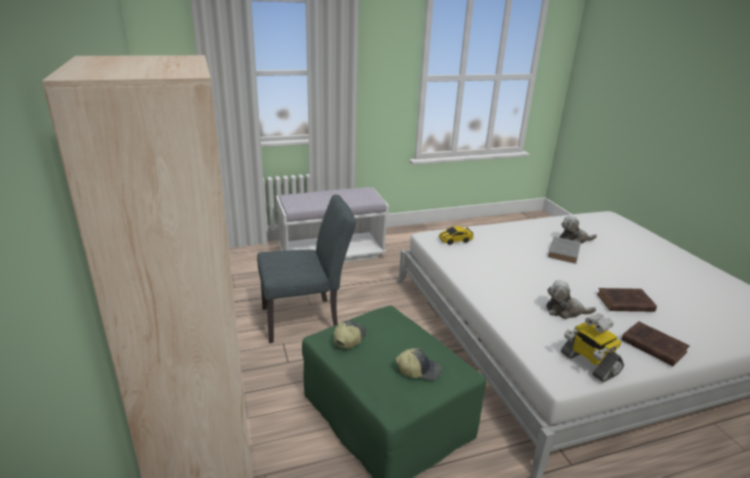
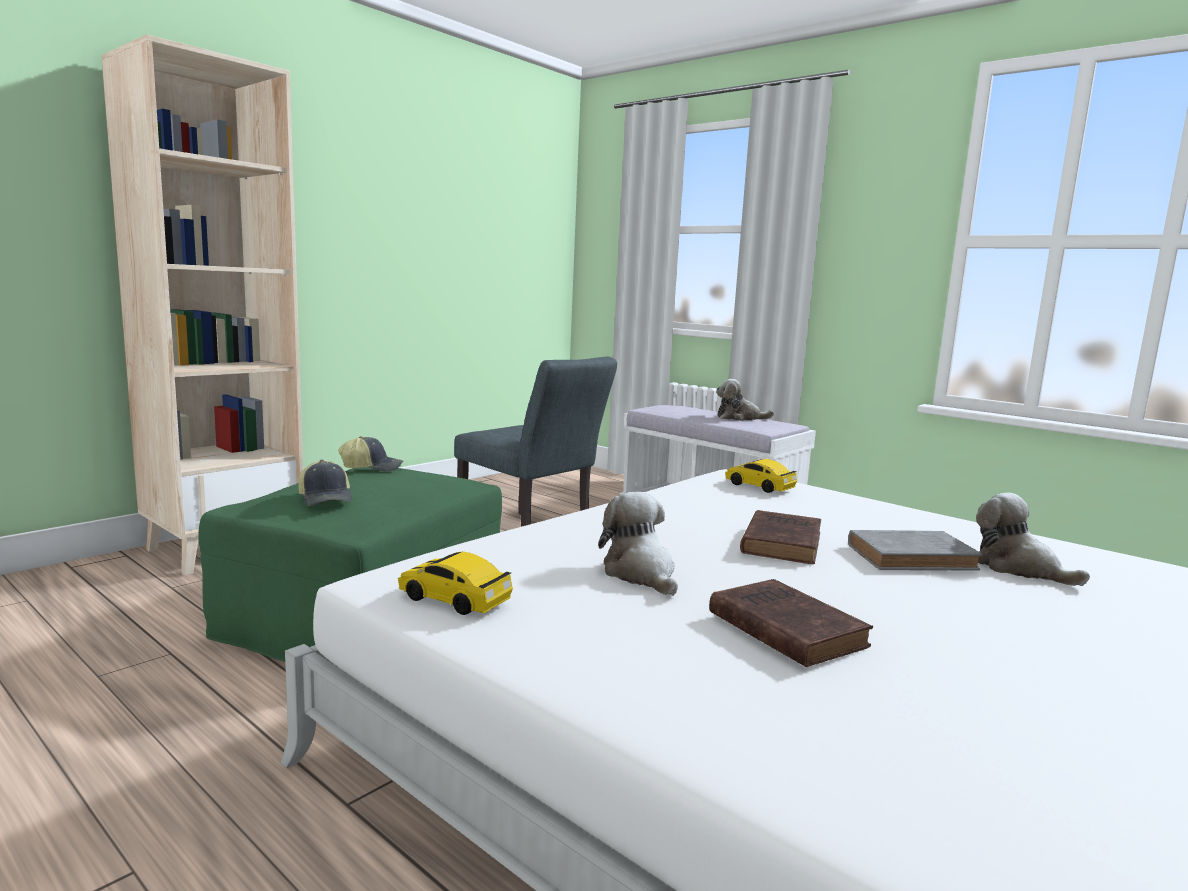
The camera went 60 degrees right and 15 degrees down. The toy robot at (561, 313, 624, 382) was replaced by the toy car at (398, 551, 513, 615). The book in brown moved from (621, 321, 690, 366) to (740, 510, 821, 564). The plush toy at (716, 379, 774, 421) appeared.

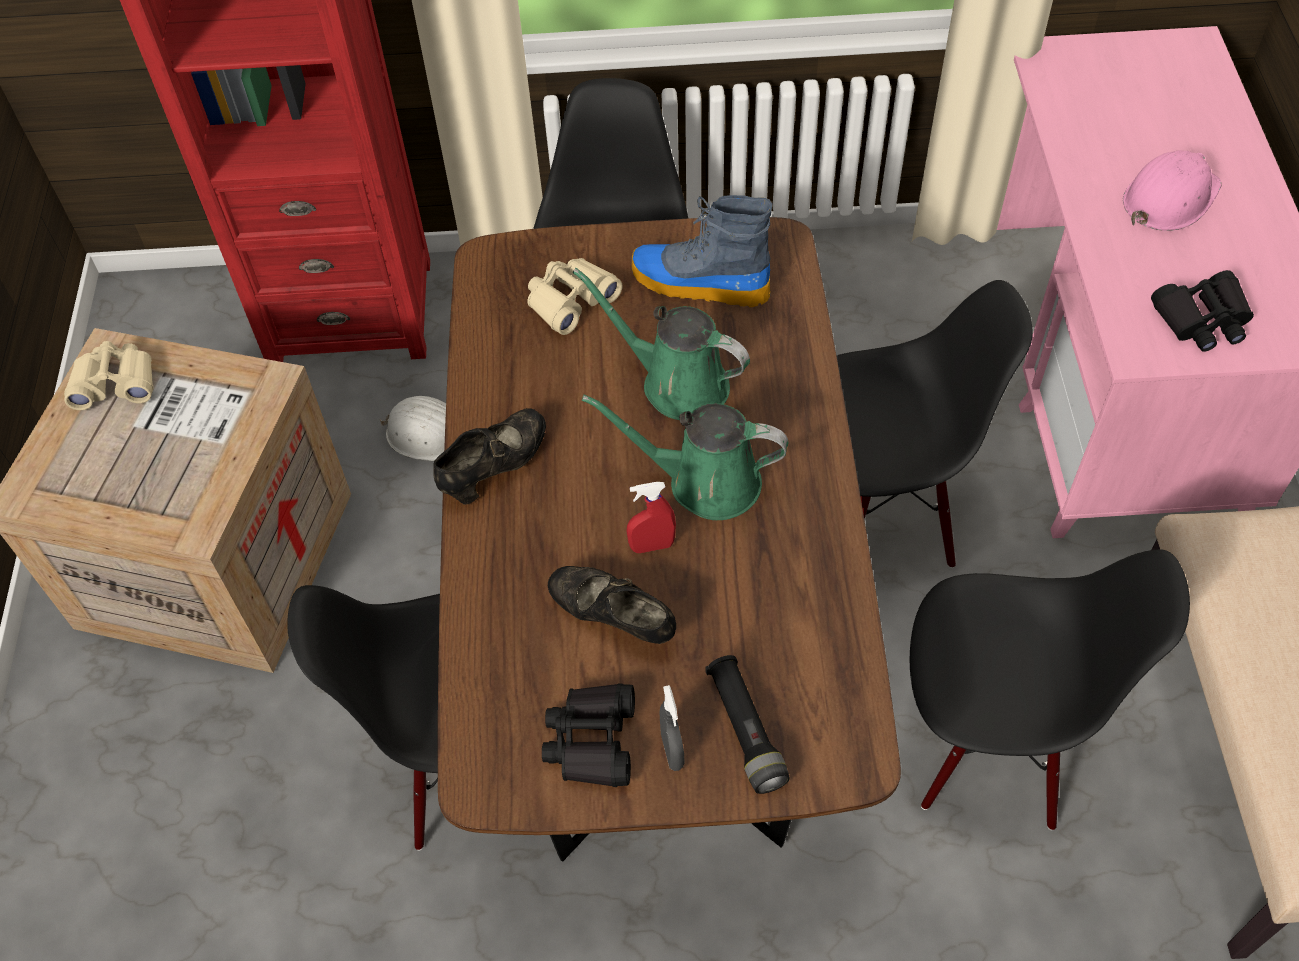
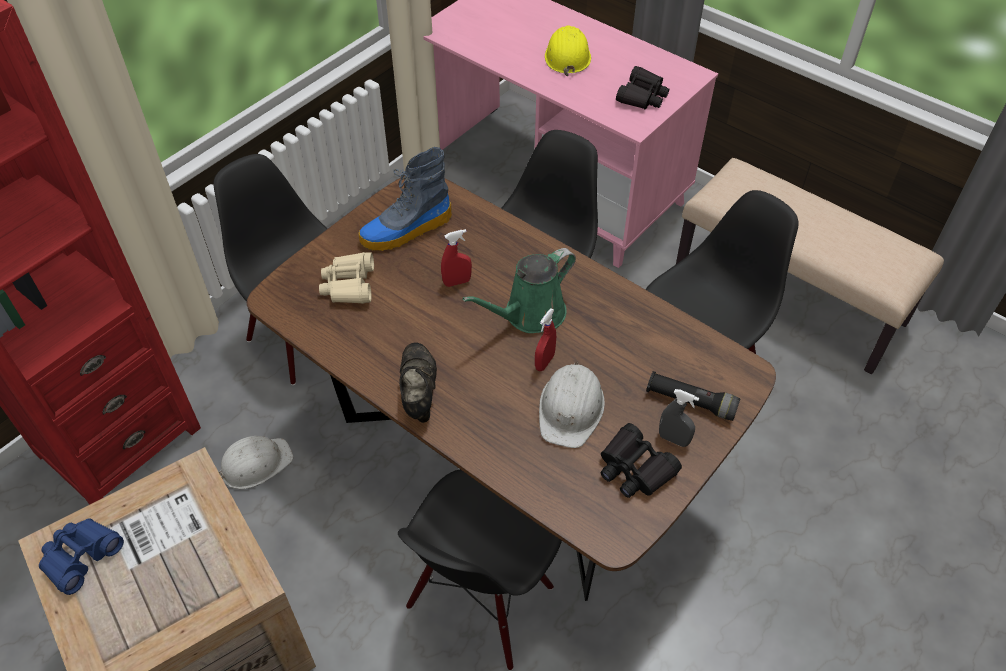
The camera went 50 degrees left and 5 degrees down. The binoculars in beige at (64, 341, 153, 410) became the binoculars in blue at (39, 518, 124, 595). The shoe in black at (548, 566, 676, 644) was replaced by the hard hat in white at (539, 362, 605, 448). The watering can in green at (572, 268, 750, 420) was replaced by the spray bottle in red at (441, 229, 472, 287). The hard hat in pink at (1123, 150, 1222, 231) became the hard hat in yellow at (545, 26, 591, 76).

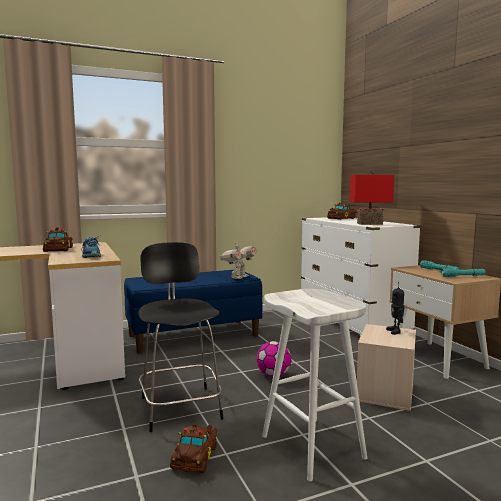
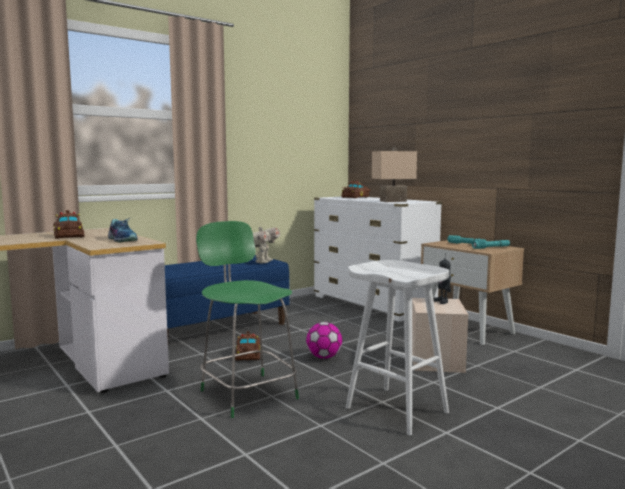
The camera went 15 degrees left and 0 degrees up. The chair in black at (138, 242, 223, 432) became the chair in green at (196, 221, 299, 418). The toy car in brown moved from (170, 423, 217, 473) to (235, 331, 260, 361). The table lamp in red at (349, 171, 394, 225) became the table lamp in beige at (372, 148, 417, 202).

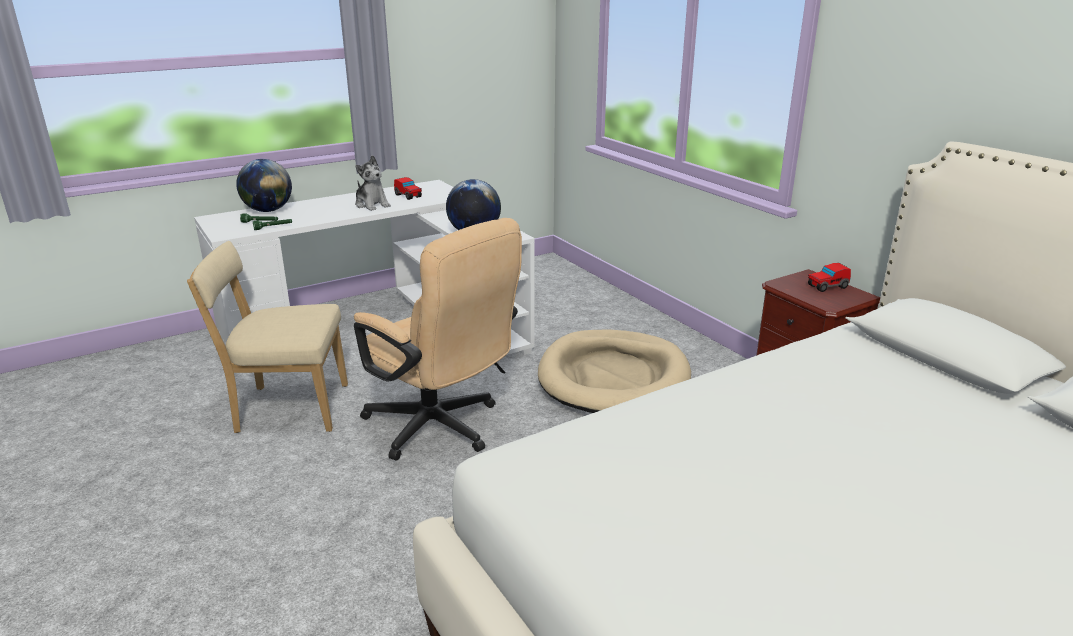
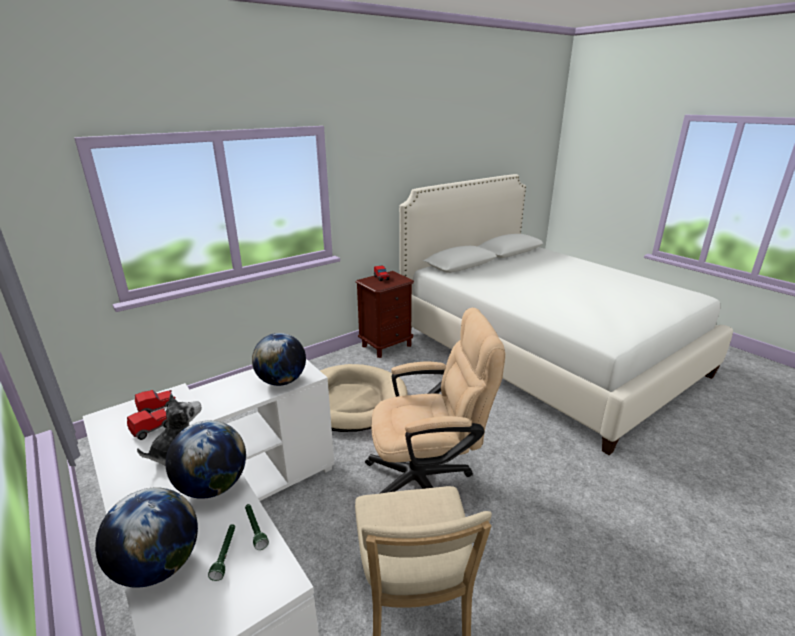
The camera went 95 degrees left and 0 degrees up. The office chair in beige at (354, 218, 522, 460) turned 45 degrees clockwise. The toy car at (135, 390, 176, 413) appeared. The globe at (165, 420, 246, 499) appeared.

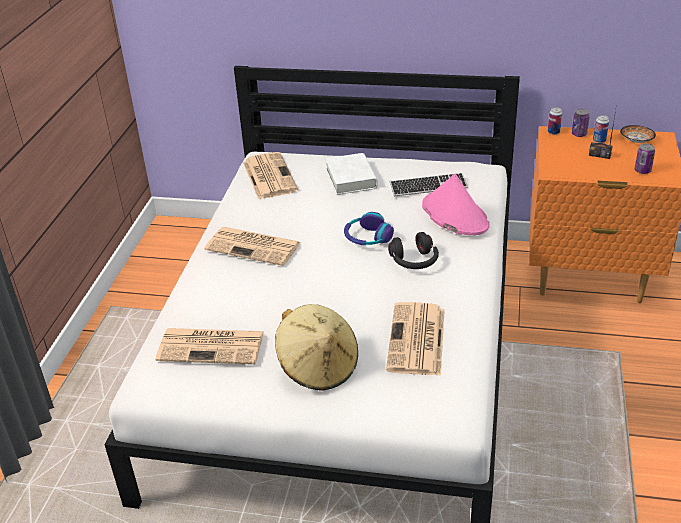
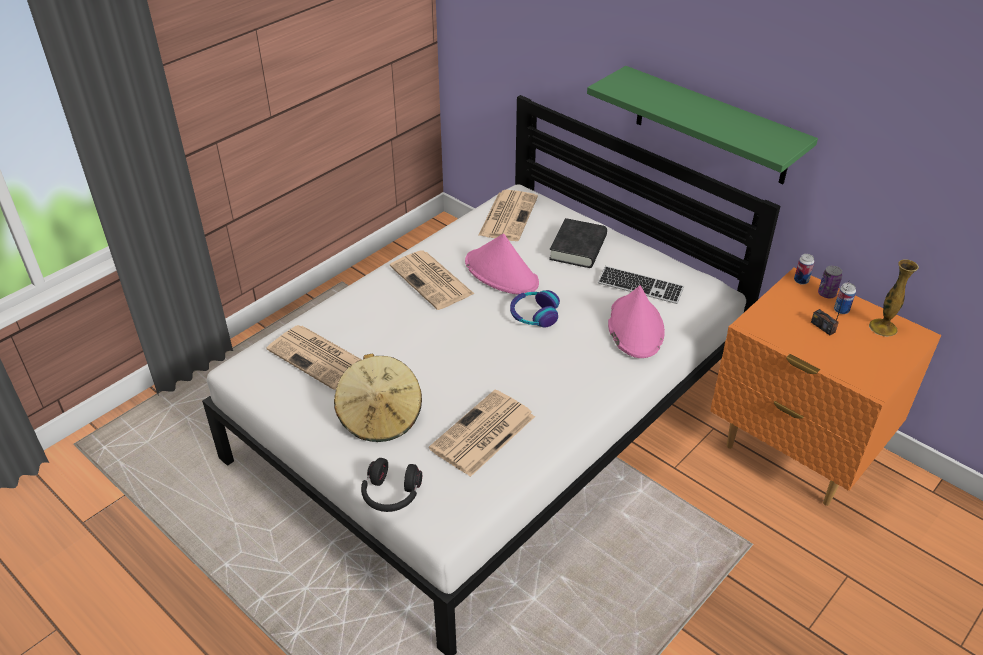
The camera went 30 degrees right and 5 degrees up. The book in white at (325, 153, 378, 195) became the book in black at (549, 218, 607, 268). The headphones in black moved from (388, 232, 439, 269) to (361, 458, 422, 512). The bowl at (620, 125, 656, 143) was replaced by the vase at (869, 259, 919, 337). The can at (634, 144, 655, 174) disappeared. The hat in pink at (465, 233, 539, 295) appeared. The shelf in green at (587, 66, 818, 184) appeared.

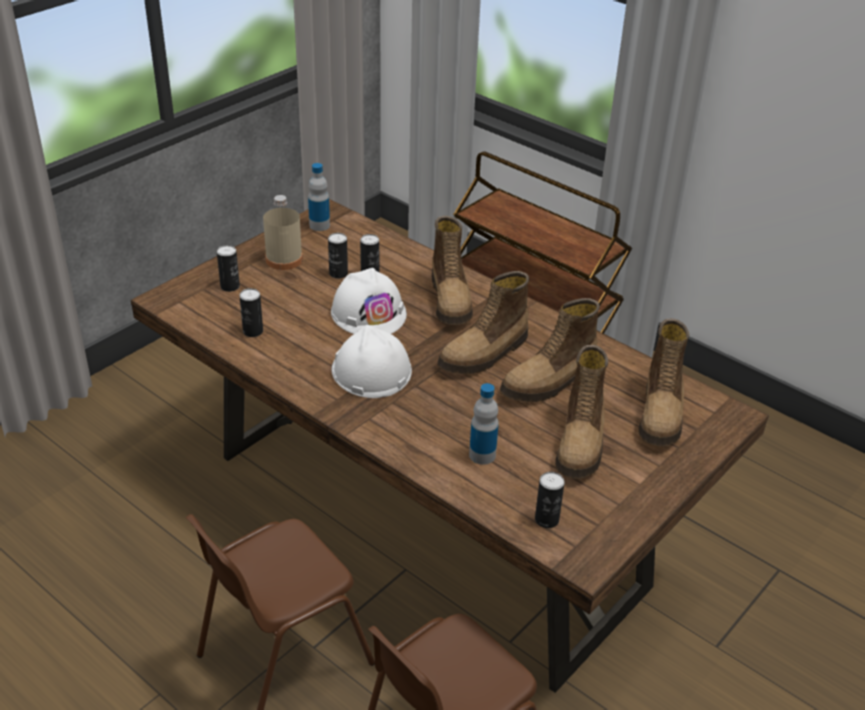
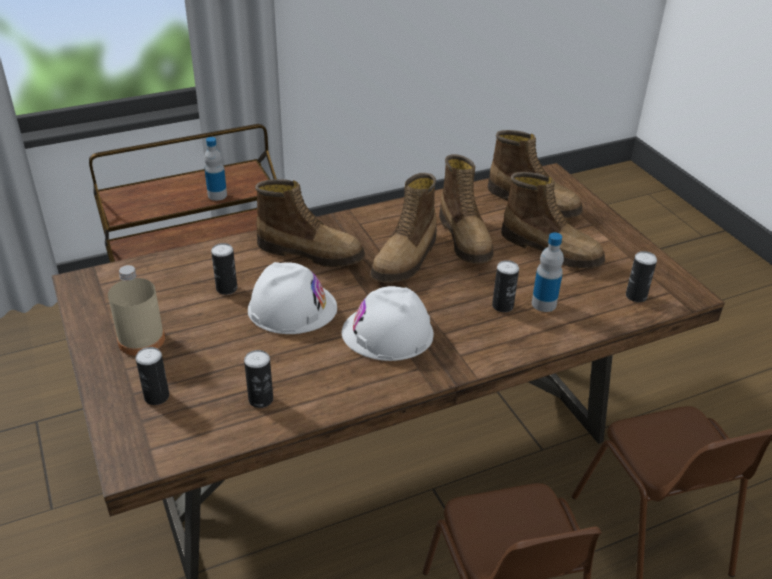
The camera went 65 degrees left and 0 degrees up. The bottle moved from (308, 163, 330, 231) to (204, 137, 227, 201). The can moved from (328, 233, 348, 279) to (492, 260, 519, 312). The boot at (437, 271, 529, 374) turned 45 degrees clockwise.

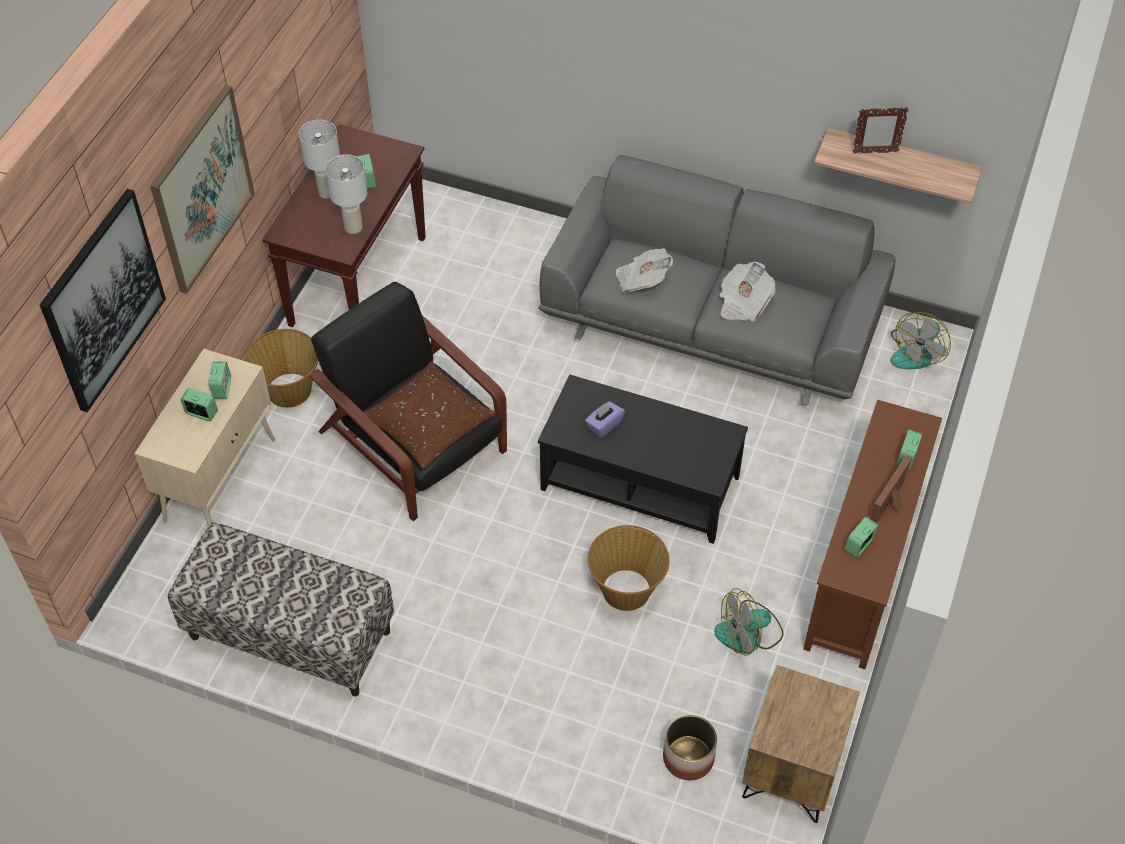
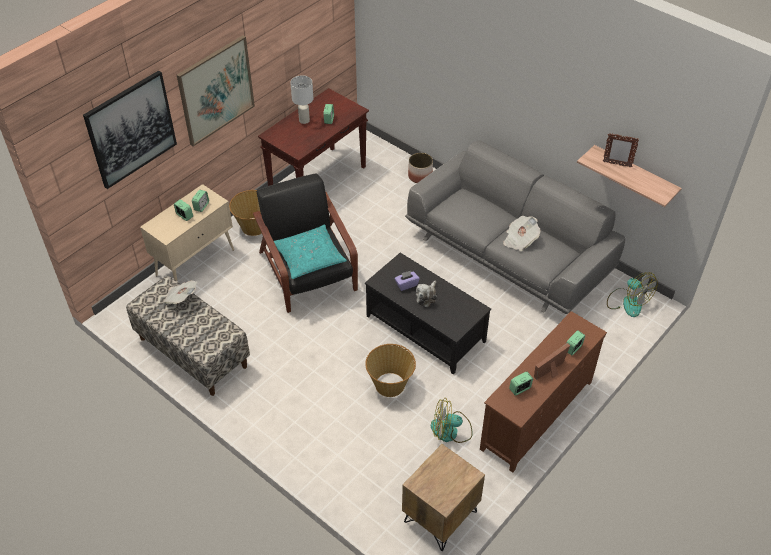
The camera went 20 degrees right and 5 degrees down. The table lamp in white at (326, 154, 367, 234) disappeared. The pillow in brown at (363, 361, 496, 469) became the pillow in turquoise at (274, 224, 347, 279). The newspaper moved from (616, 248, 673, 292) to (163, 280, 197, 304). The planter moved from (663, 715, 717, 780) to (408, 153, 433, 183). The fan at (890, 312, 951, 369) turned 90 degrees counterclockwise. The plush toy at (416, 281, 437, 307) appeared.

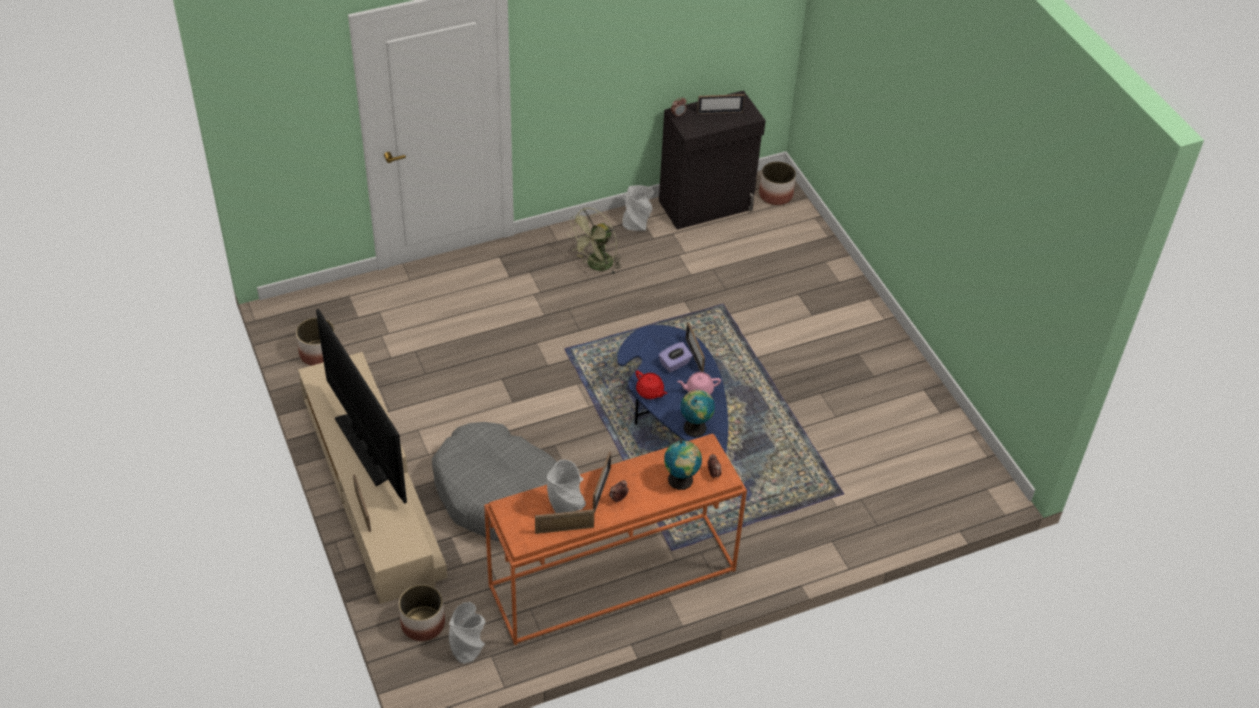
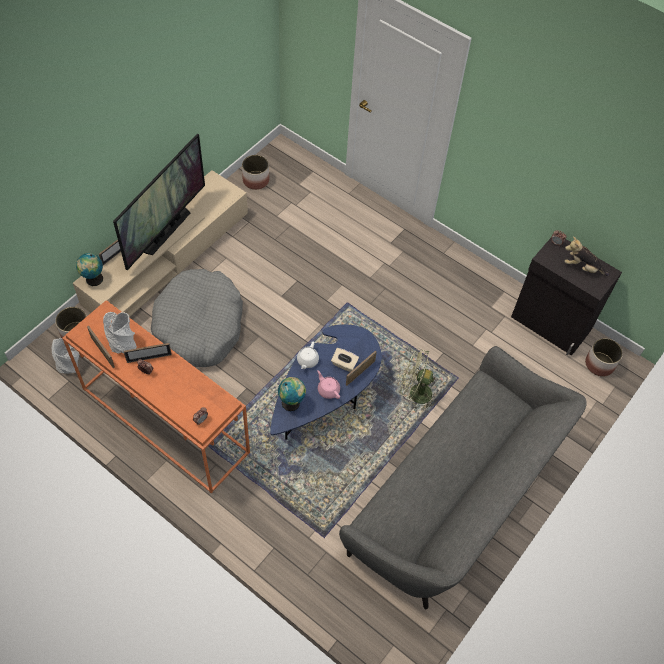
The camera went 60 degrees right and 10 degrees up. The fan in green moved from (567, 208, 621, 275) to (400, 348, 437, 411). The vase in grey at (622, 185, 654, 231) disappeared. The teapot in red at (635, 371, 667, 399) became the teapot in white at (297, 342, 319, 369). The tissue box in purple at (659, 342, 693, 373) became the tissue box in beige at (331, 348, 359, 372). The globe moved from (664, 440, 702, 490) to (76, 253, 103, 286). The picture frame at (697, 94, 745, 114) was replaced by the plush toy at (565, 236, 609, 276). The sofa in grey at (339, 346, 587, 609) appeared.

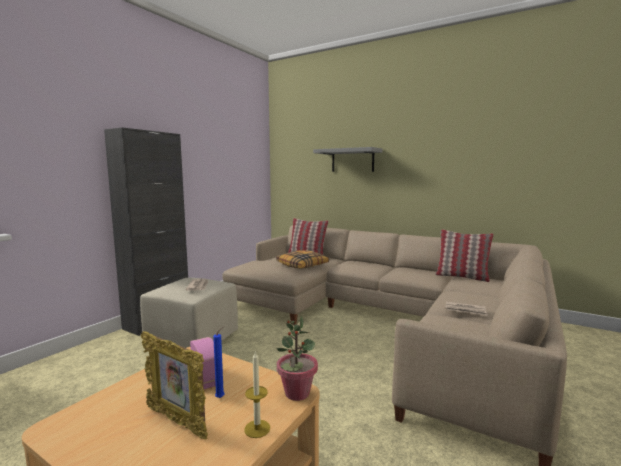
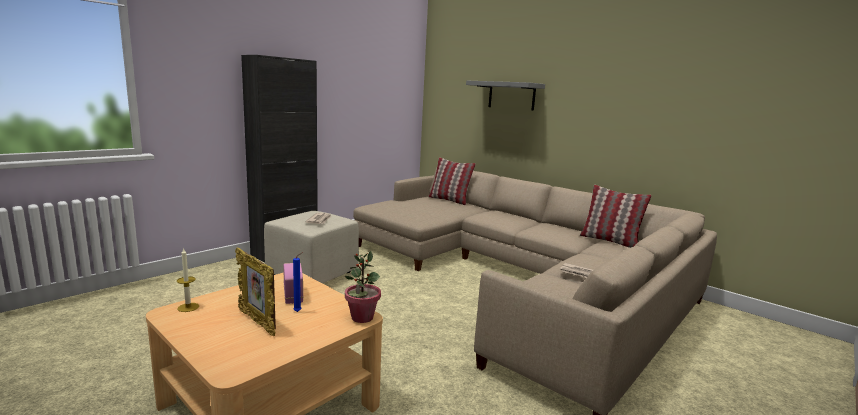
The camera went 10 degrees right and 5 degrees up. The candle moved from (244, 350, 270, 438) to (177, 248, 199, 312). The pillow at (276, 250, 329, 269) disappeared.

